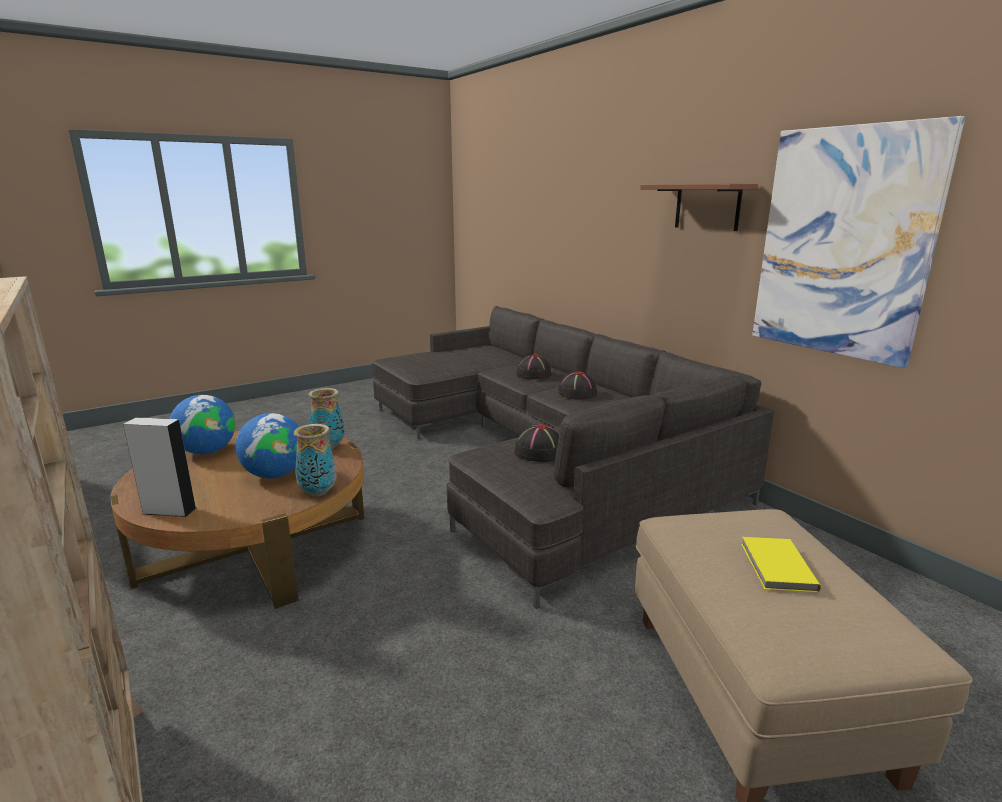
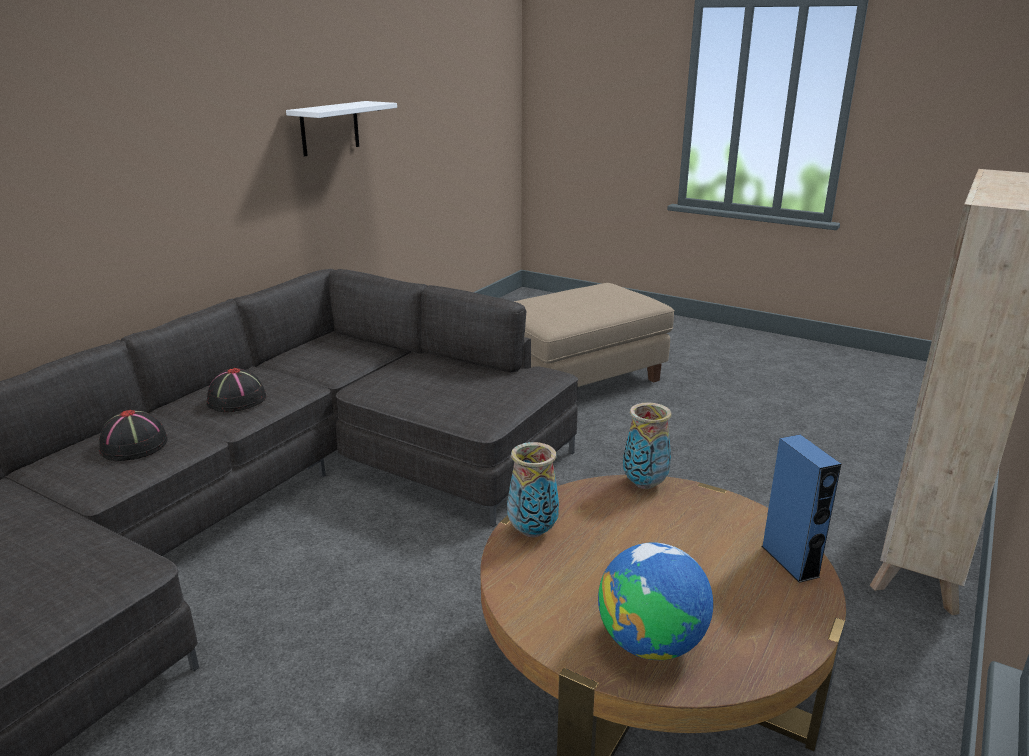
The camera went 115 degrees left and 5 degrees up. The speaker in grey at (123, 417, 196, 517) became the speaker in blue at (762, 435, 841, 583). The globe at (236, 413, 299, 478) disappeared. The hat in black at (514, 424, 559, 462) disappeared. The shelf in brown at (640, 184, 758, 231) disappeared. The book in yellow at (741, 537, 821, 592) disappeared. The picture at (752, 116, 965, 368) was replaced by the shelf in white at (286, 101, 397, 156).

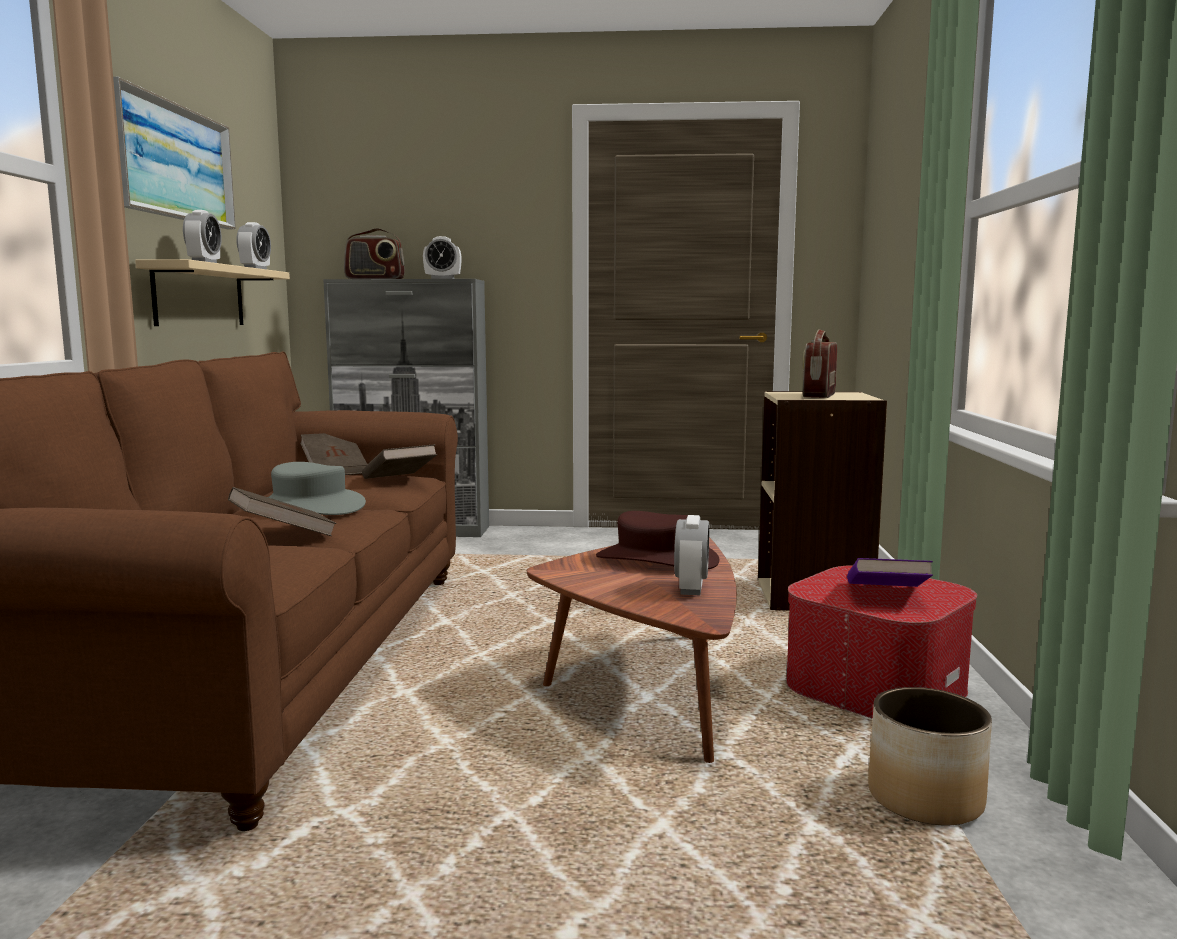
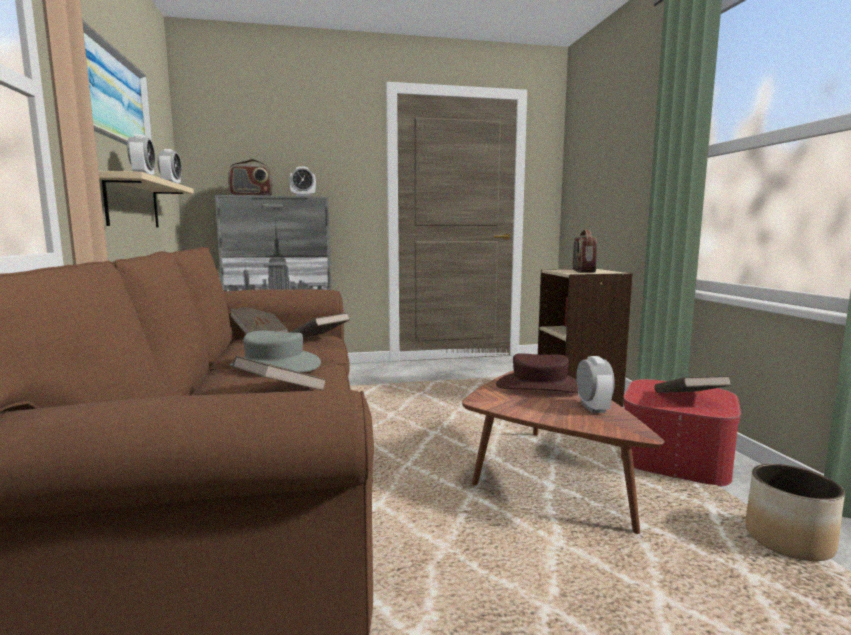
The camera went 15 degrees left and 0 degrees up. The book in purple at (847, 558, 933, 587) became the book in brown at (654, 376, 731, 393).

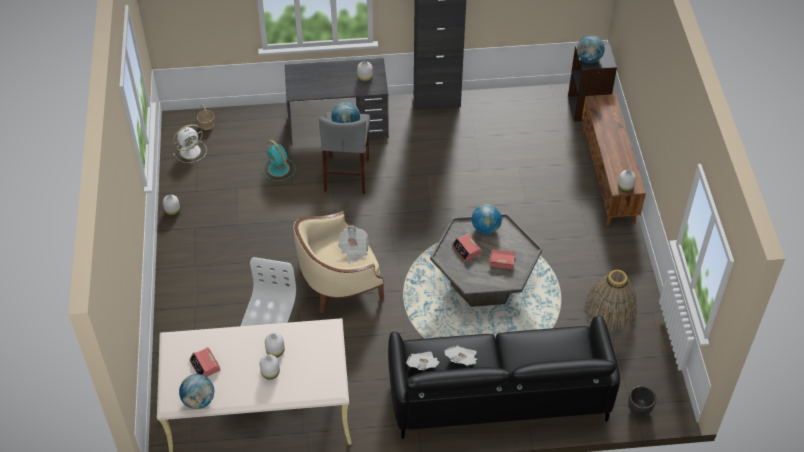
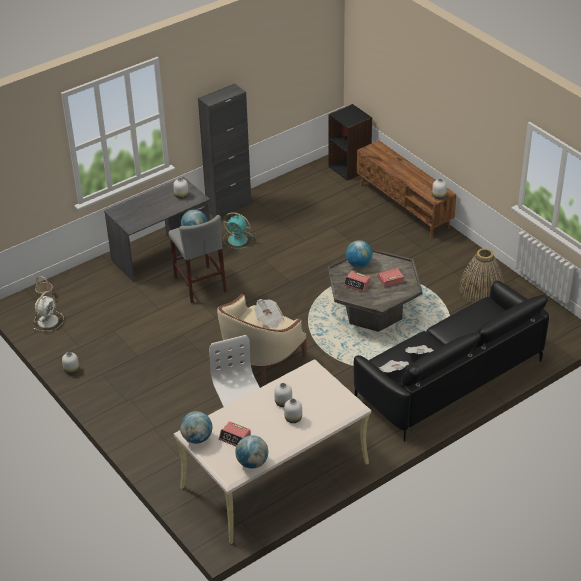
The camera went 30 degrees left and 10 degrees down. The fan in turquoise moved from (263, 140, 296, 181) to (223, 212, 253, 249). The globe moved from (577, 35, 605, 63) to (180, 411, 212, 444). The planter in black at (628, 386, 656, 417) disappeared.

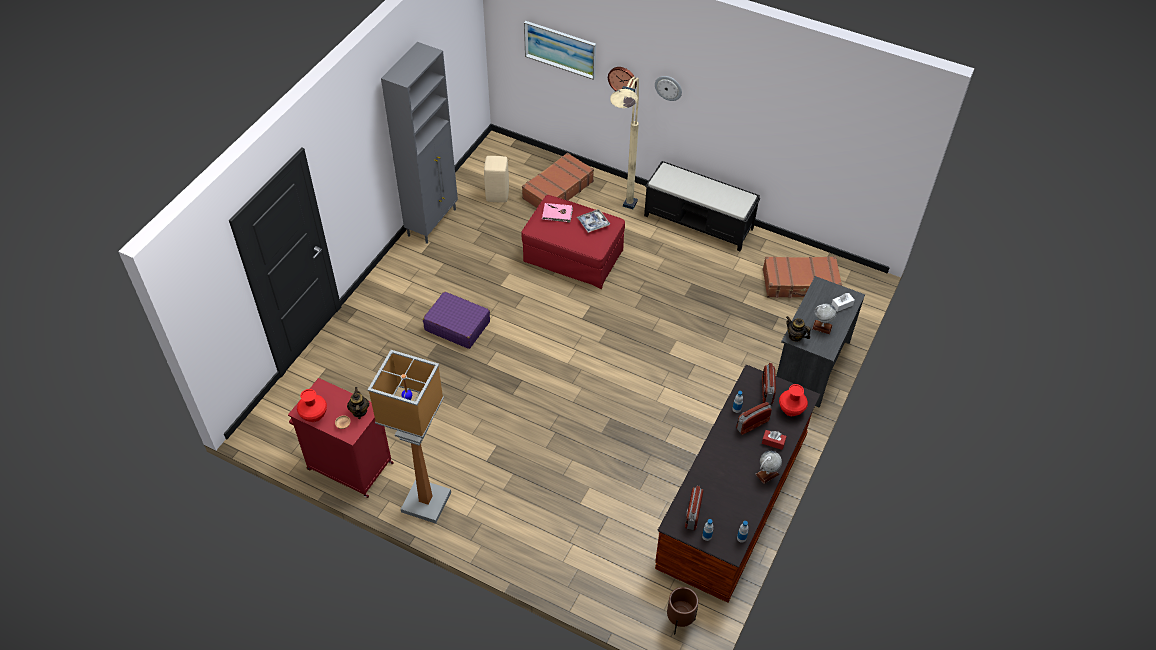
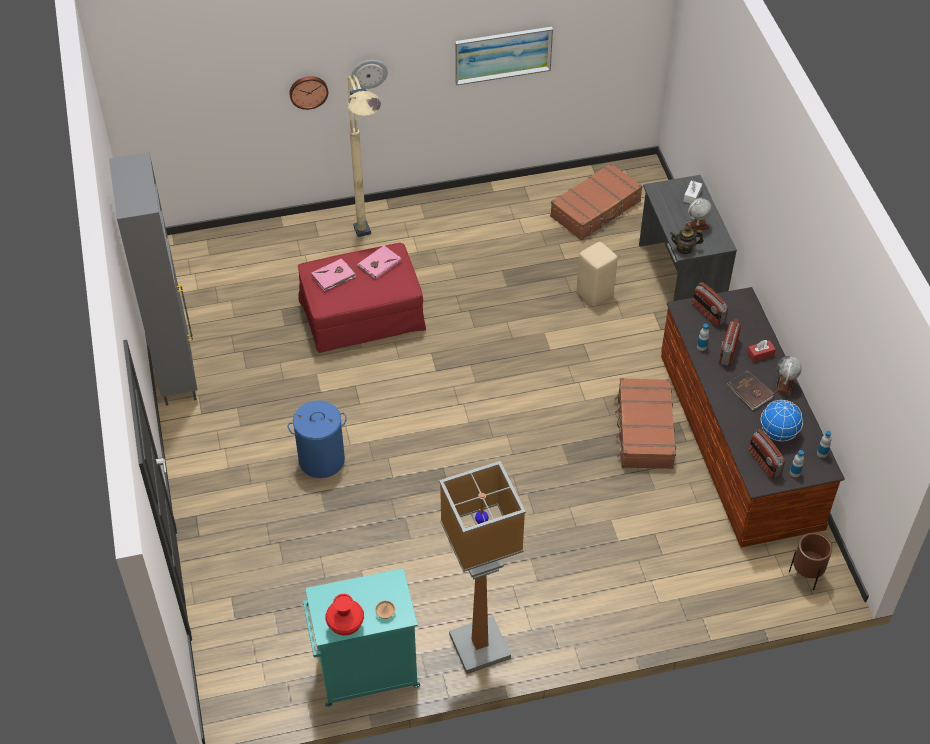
The camera went 40 degrees left and 0 degrees up. The cabinet in red at (288, 378, 394, 498) became the cabinet in turquoise at (303, 568, 420, 707). The teapot at (347, 387, 370, 419) disappeared. The suitcase in purple at (423, 292, 490, 349) was replaced by the laundry basket in blue at (288, 400, 347, 478). The stool in beige moved from (484, 156, 509, 203) to (577, 242, 617, 306). The suitcase in brown moved from (522, 152, 594, 208) to (614, 378, 676, 469). The picture moved from (524, 21, 596, 80) to (455, 27, 553, 85). The tray at (577, 209, 610, 233) was replaced by the book in pink at (357, 246, 402, 279). The bench in black at (644, 161, 760, 251) disappeared. The vase in red at (779, 384, 808, 416) disappeared. The book in brown at (727, 370, 774, 410) appeared. The globe at (761, 400, 803, 441) appeared.

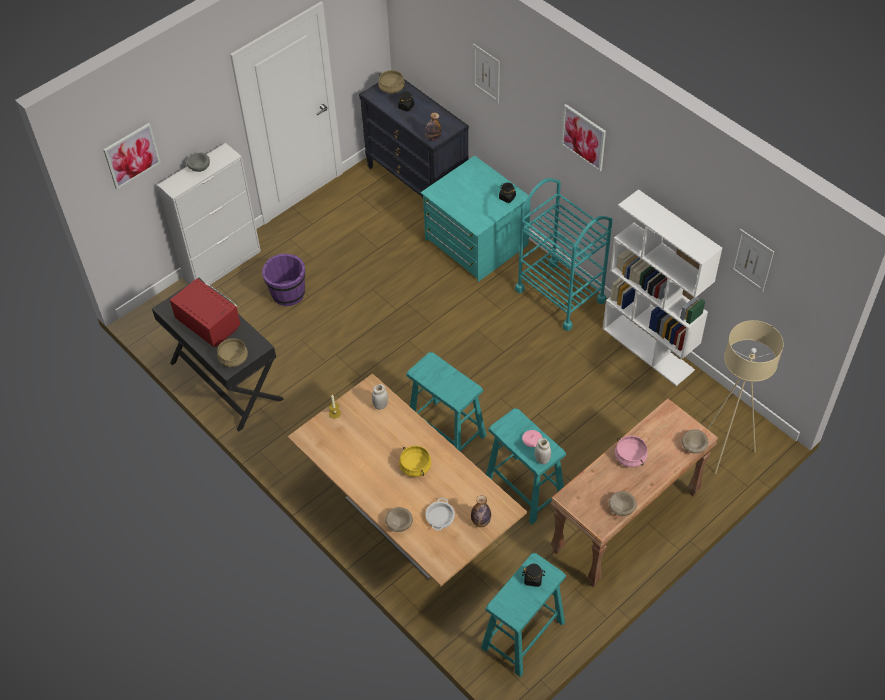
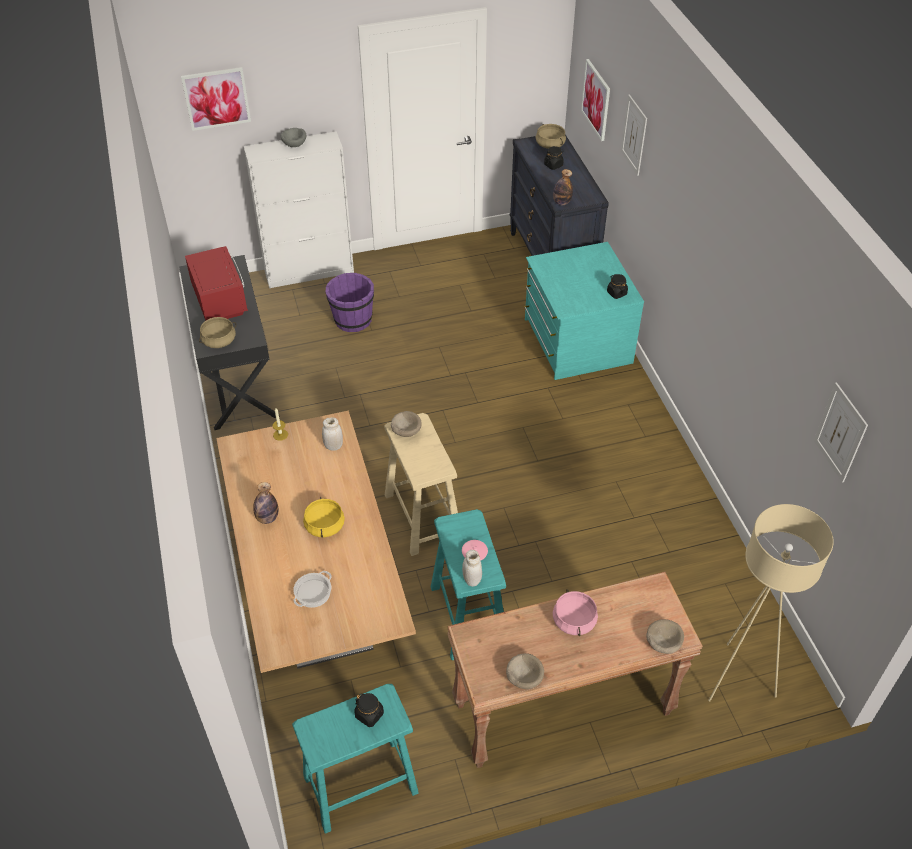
The camera went 25 degrees right and 5 degrees down. The bowl in beige moved from (386, 507, 413, 532) to (391, 411, 422, 437). The stool in turquoise at (406, 352, 486, 452) became the stool in beige at (384, 413, 458, 556). The bottle moved from (471, 495, 491, 527) to (253, 482, 278, 524). The cart in turquoise at (515, 178, 613, 331) disappeared. The picture moved from (561, 104, 606, 171) to (581, 59, 610, 141). The bookcase in white at (603, 189, 722, 386) disappeared.

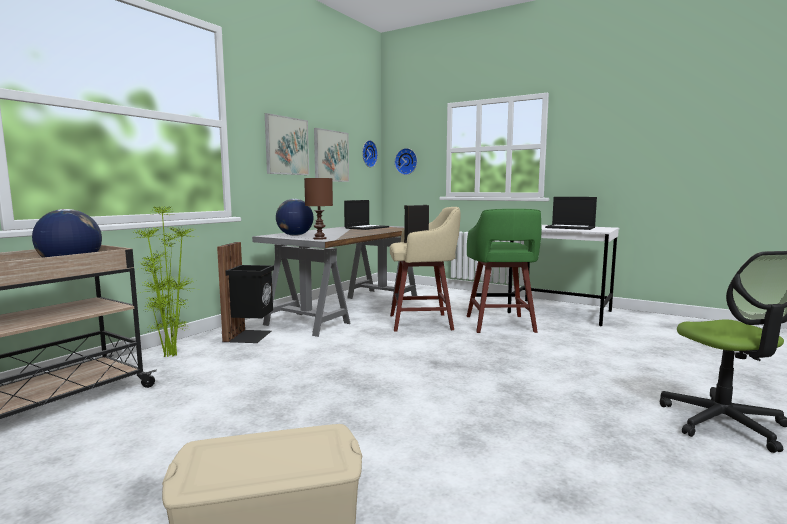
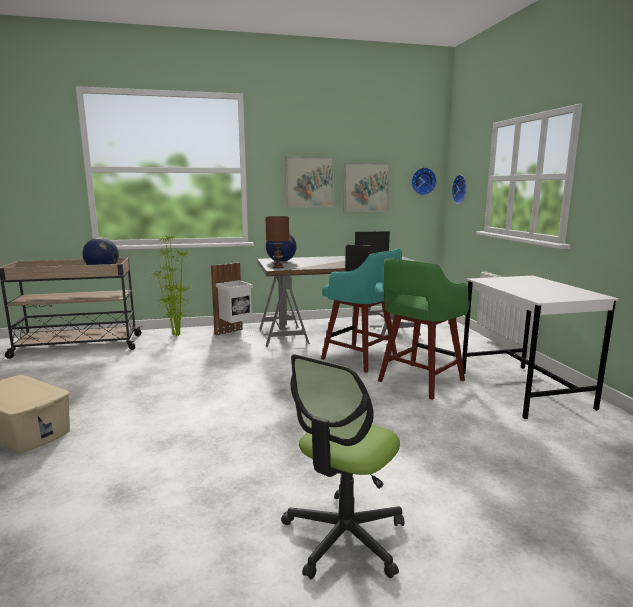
The camera went 45 degrees right and 5 degrees up. The trash can in black at (217, 242, 274, 343) became the trash can in white at (211, 263, 254, 341). The stool in beige at (390, 207, 461, 332) became the stool in turquoise at (321, 249, 402, 373). The laptop at (545, 197, 597, 230) disappeared.

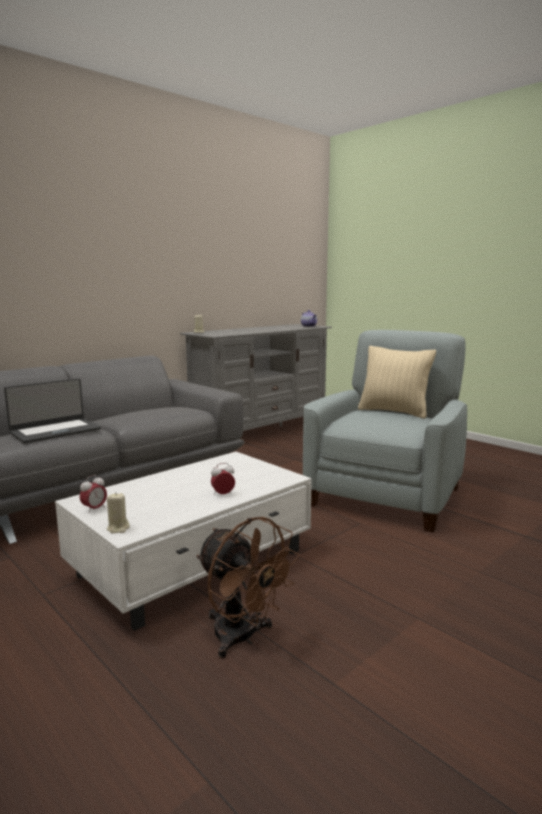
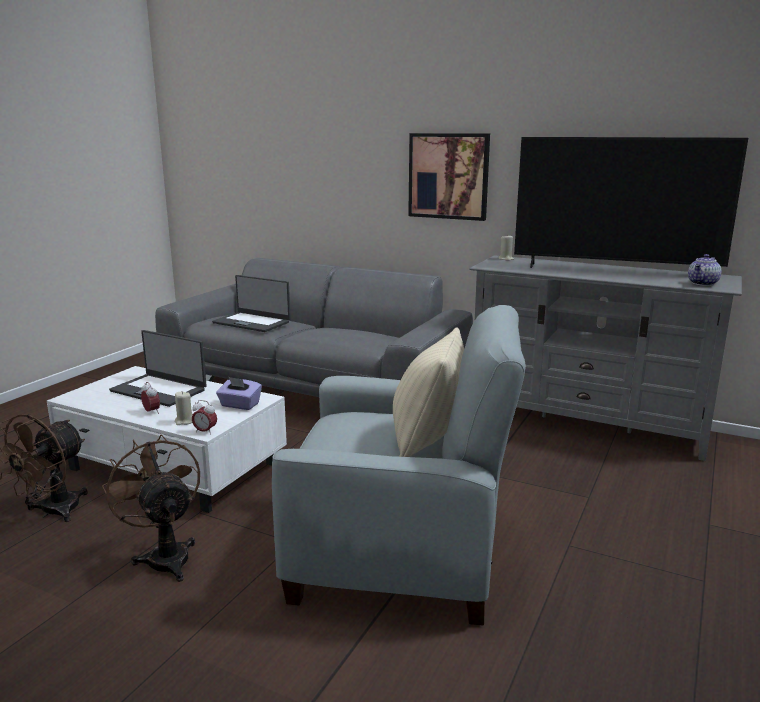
The camera went 70 degrees right and 5 degrees up. The alarm clock moved from (80, 475, 107, 513) to (192, 400, 217, 435). The candle in beige moved from (107, 492, 130, 534) to (175, 392, 193, 425). The fan in brown at (102, 434, 200, 582) appeared. The laptop at (109, 330, 207, 407) appeared. The tissue box in purple at (216, 377, 262, 410) appeared. The picture at (408, 133, 490, 221) appeared. The television at (514, 137, 748, 268) appeared.

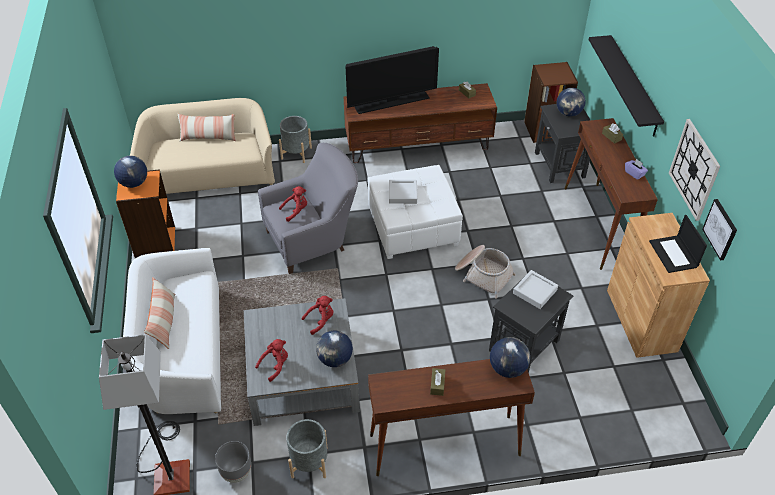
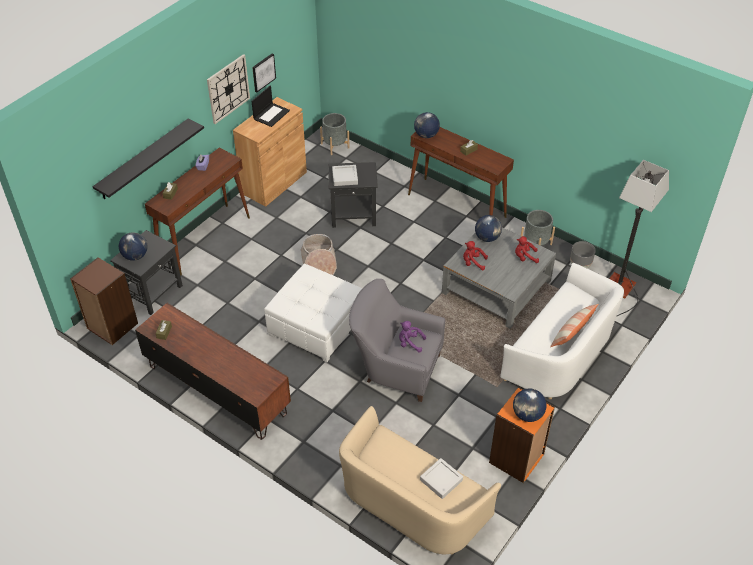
The camera went 135 degrees left and 0 degrees up. The pillow at (178, 114, 236, 141) disappeared. The planter in grey moved from (279, 116, 312, 163) to (320, 113, 350, 155). The plush toy in red at (279, 186, 307, 222) became the plush toy in purple at (399, 321, 426, 352). The television at (345, 46, 439, 114) disappeared. The tray in grey moved from (389, 180, 417, 204) to (420, 458, 463, 499).

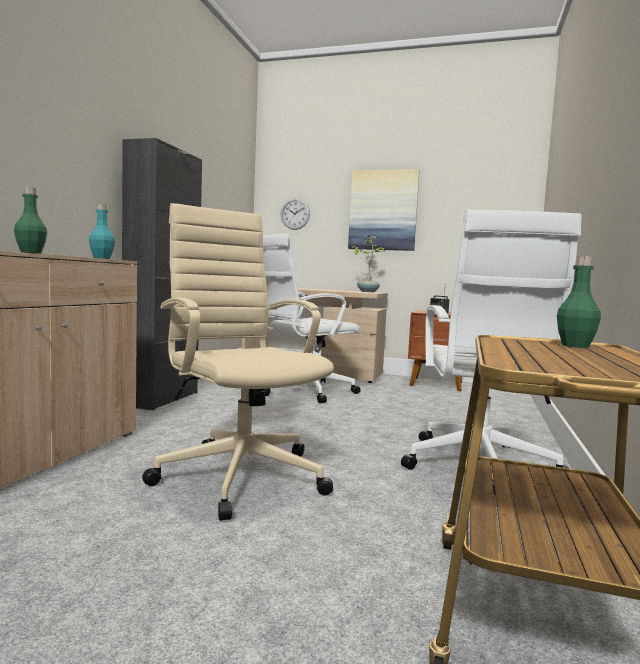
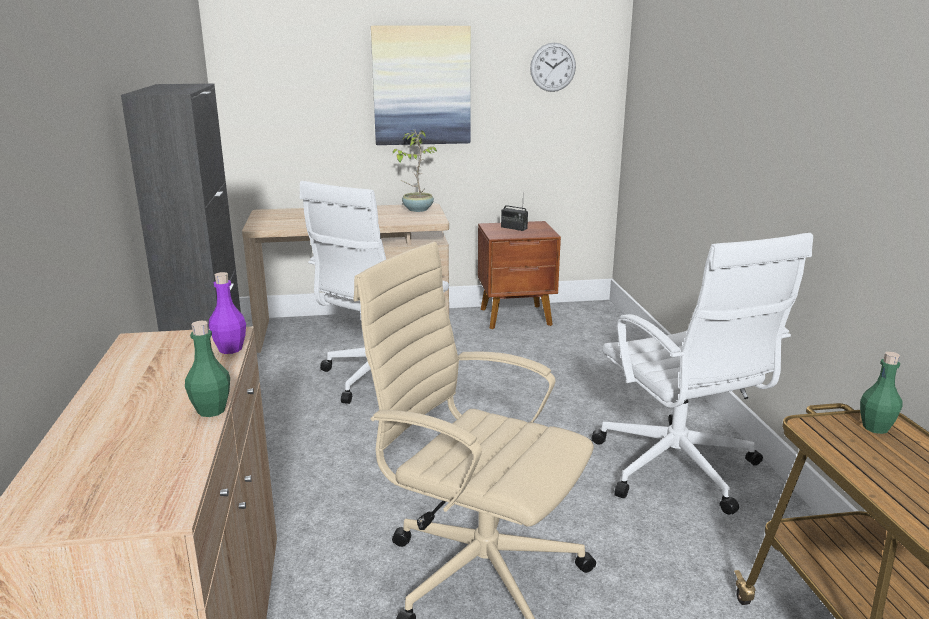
The camera went 25 degrees left and 15 degrees up. The bottle in turquoise at (89, 204, 115, 259) became the bottle in purple at (209, 272, 246, 354). The wall clock moved from (281, 198, 310, 230) to (530, 43, 576, 92).

